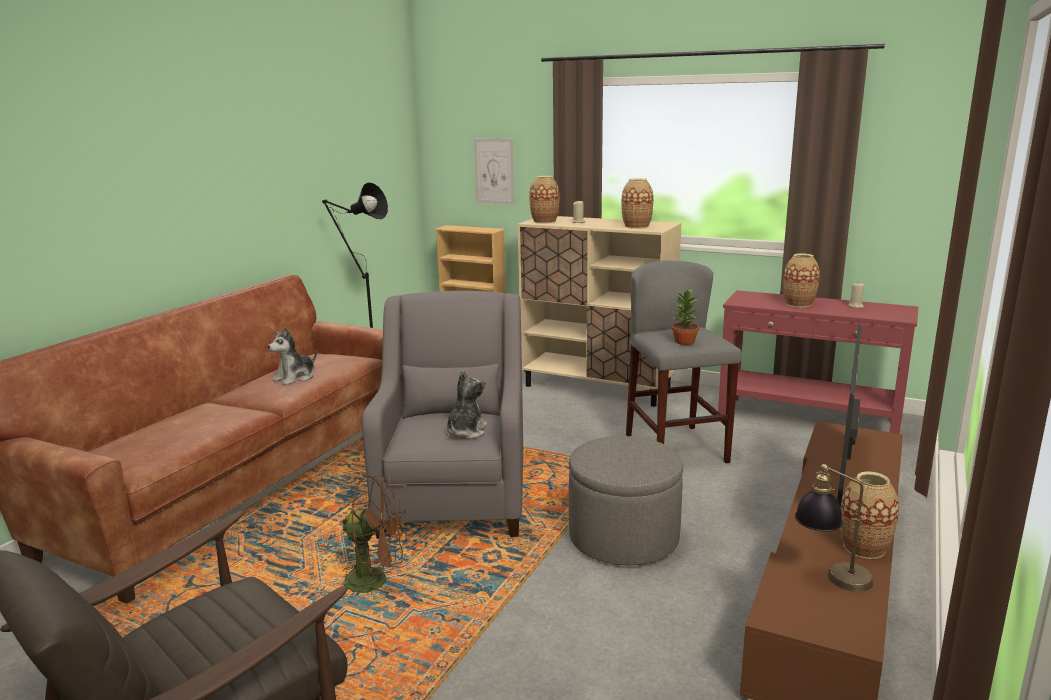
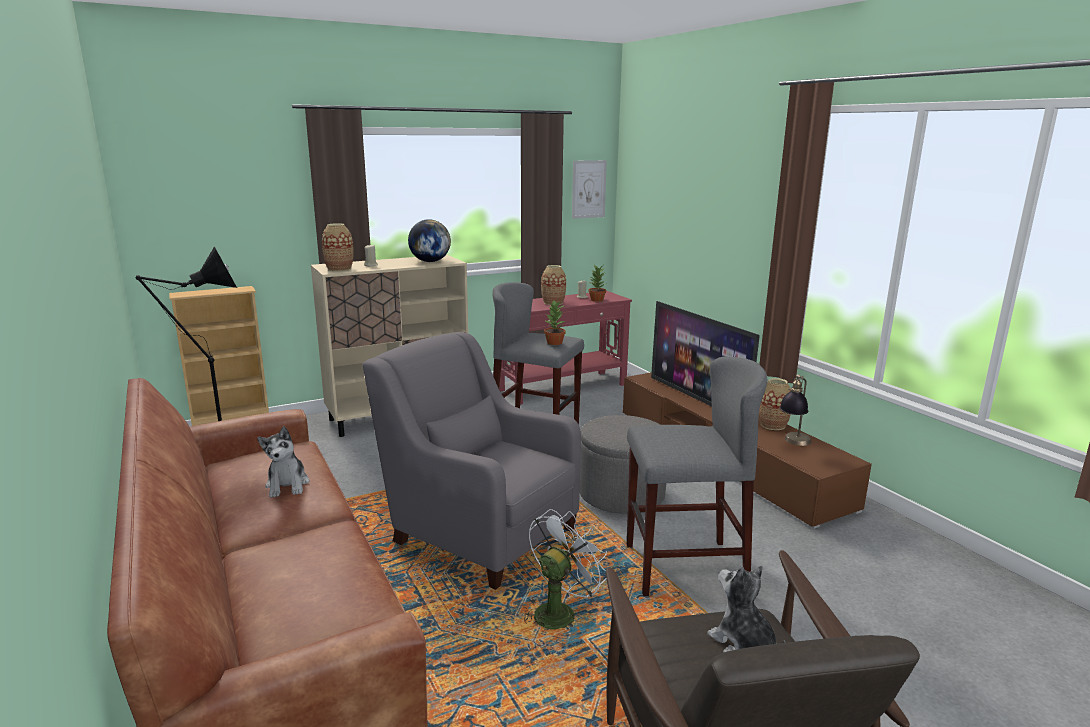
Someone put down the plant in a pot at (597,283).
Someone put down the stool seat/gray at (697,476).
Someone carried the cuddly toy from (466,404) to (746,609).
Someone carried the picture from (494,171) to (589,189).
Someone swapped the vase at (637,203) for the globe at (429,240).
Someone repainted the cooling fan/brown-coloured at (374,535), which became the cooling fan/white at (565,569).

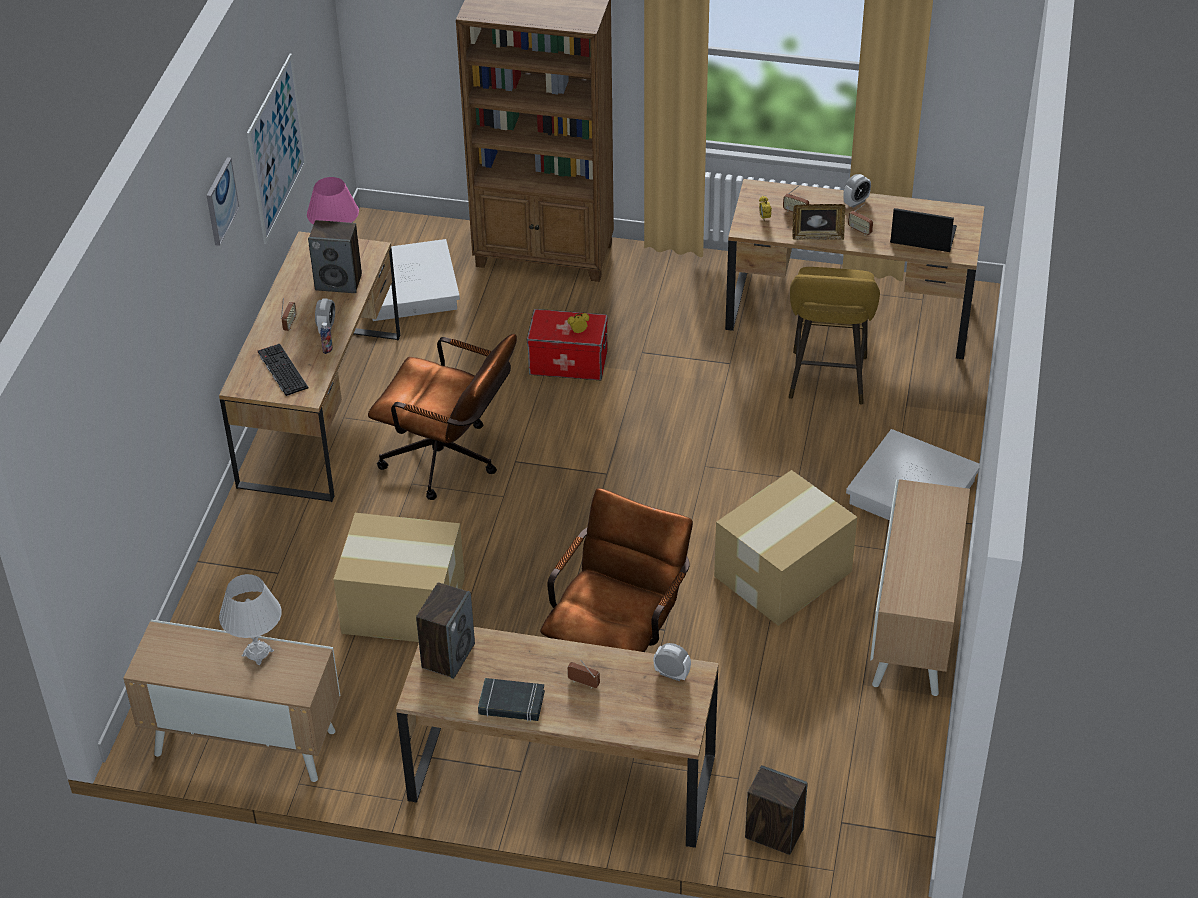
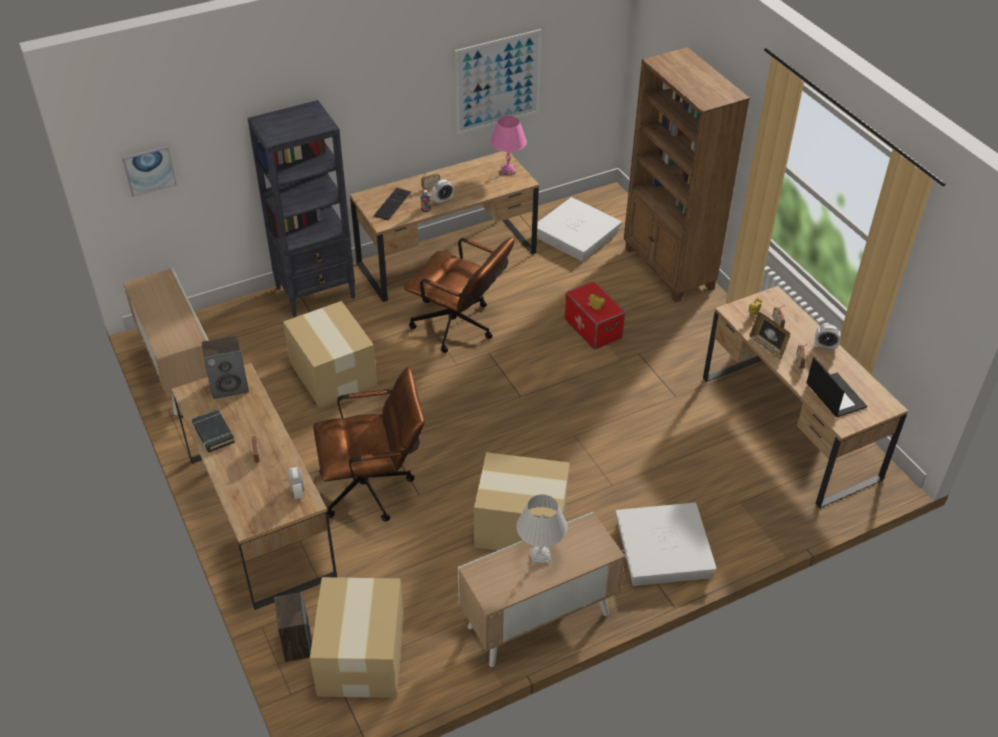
Someone took away the loudspeaker at (335,256).
Someone took away the stool seat/yellow at (834,335).
Someone put down the bookcase/blackish at (301,208).
Someone put down the packing box at (357,637).
Someone carried the picture from (222,201) to (149,171).
Someone carried the lamp for a table/white from (250,619) to (542,529).
Someone rotated the desk chair/brown-coloured at (442,417) by 45 degrees counterclockwise.

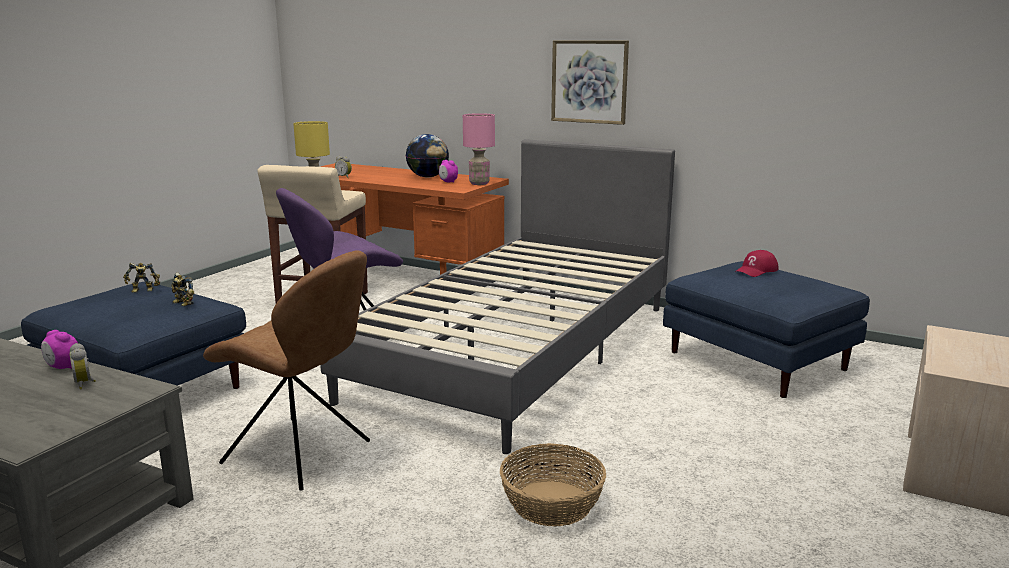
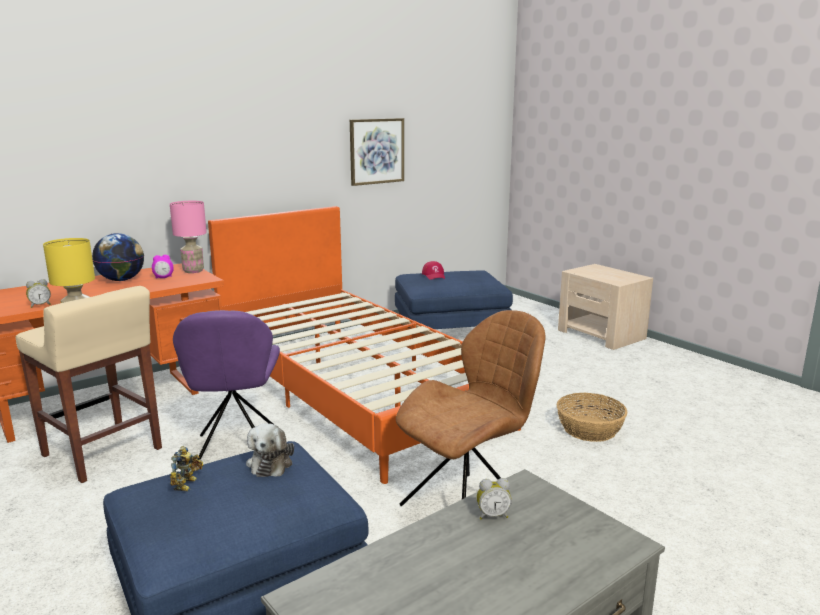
Someone took away the bedside clock at (59,349).
Someone carried the picture from (590,82) to (377,152).
Someone swapped the robot figure at (182,289) for the cuddly toy at (270,450).
Someone repainted the bed/gray at (497,296), which became the bed/orangey at (364,345).

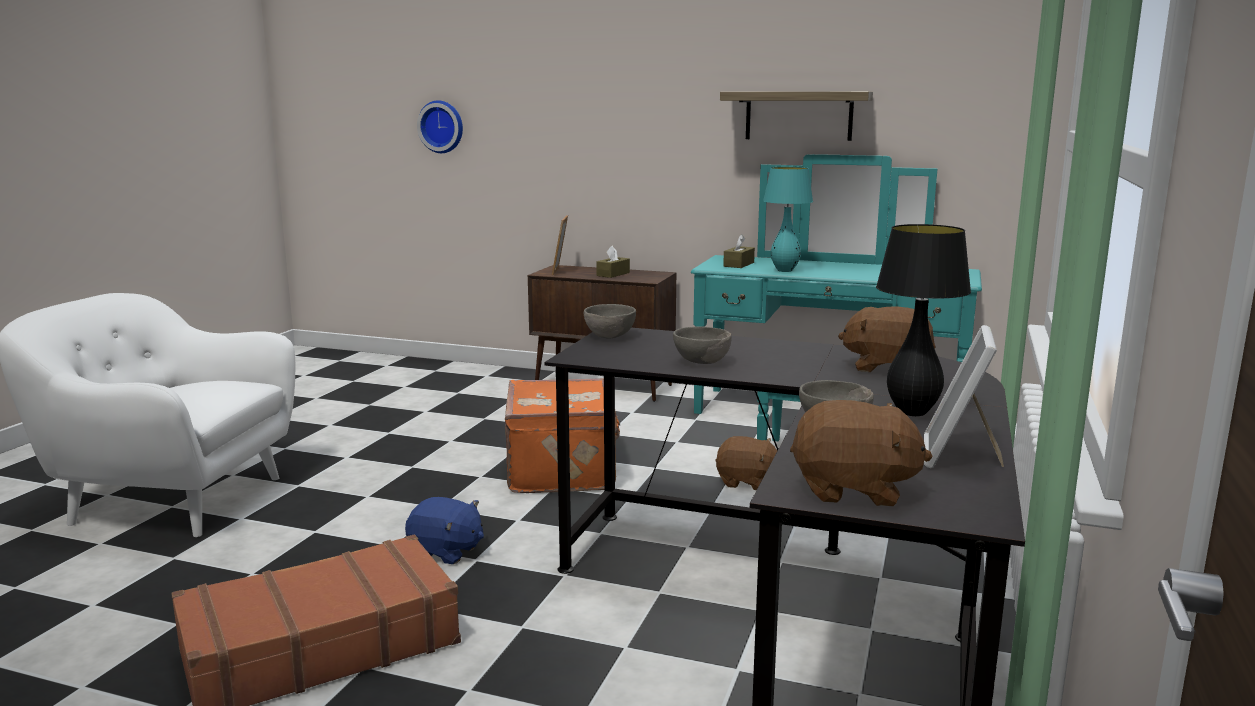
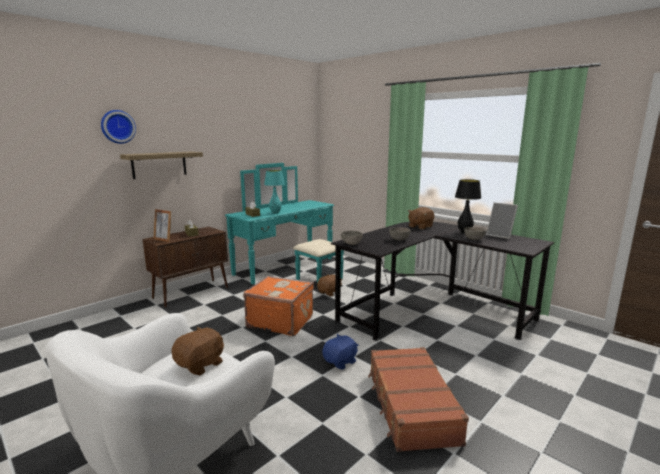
Someone carried the wall clock from (440,126) to (118,127).
Someone carried the bracket shelf from (796,116) to (161,165).
Someone carried the cuddly toy/brown-coloured from (861,453) to (198,350).

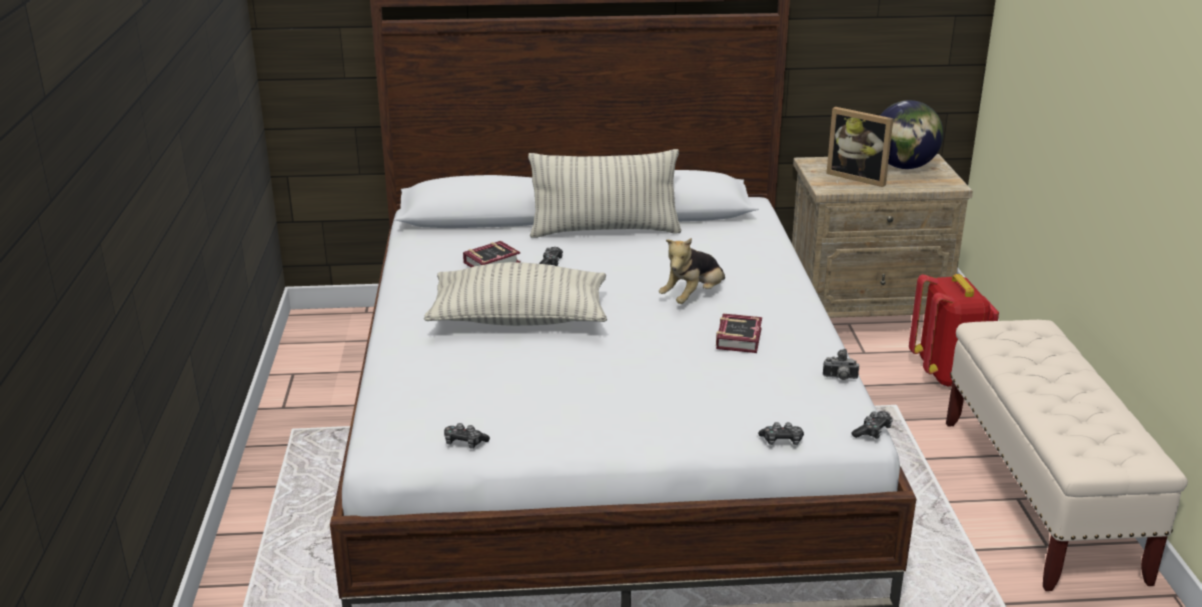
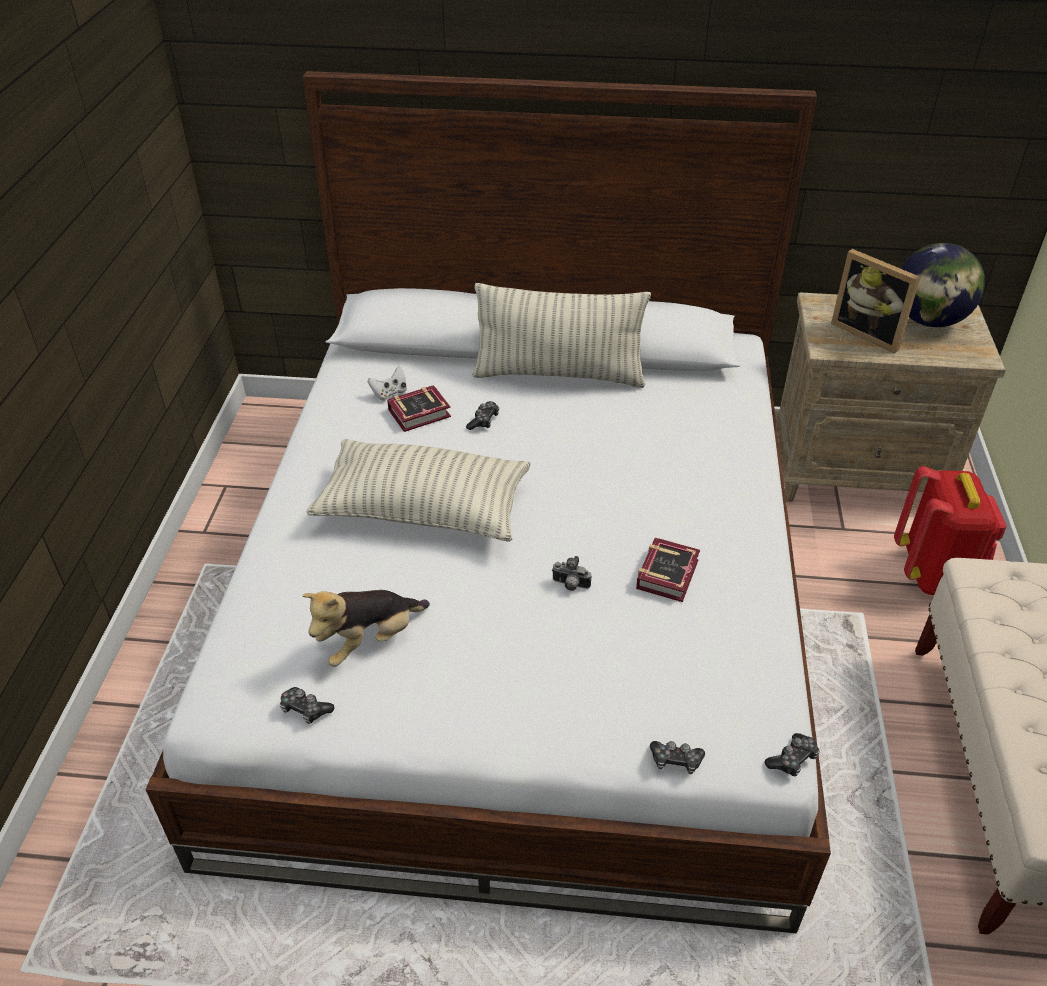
Someone put down the joypad/white at (387,383).
Someone carried the cuddly toy from (692,271) to (366,628).
Someone carried the photo camera from (841,364) to (571,573).

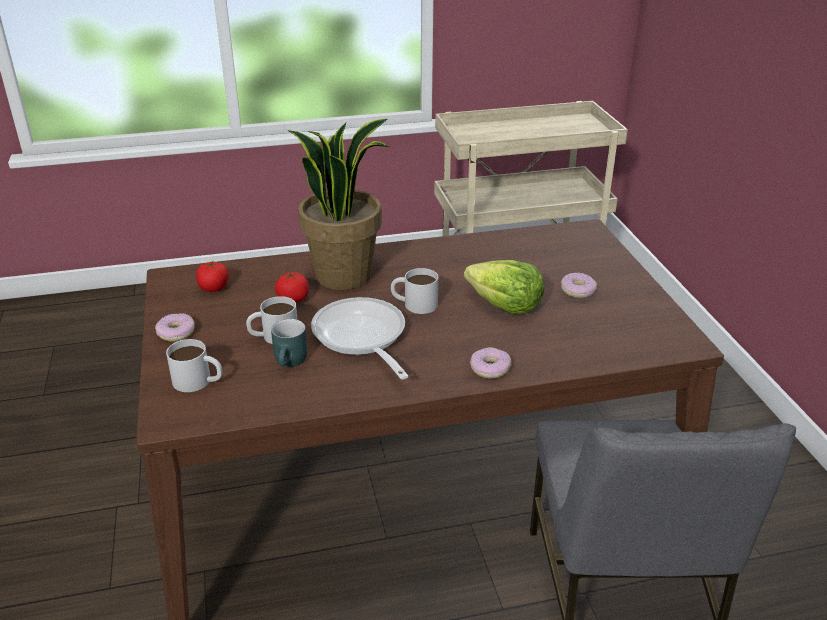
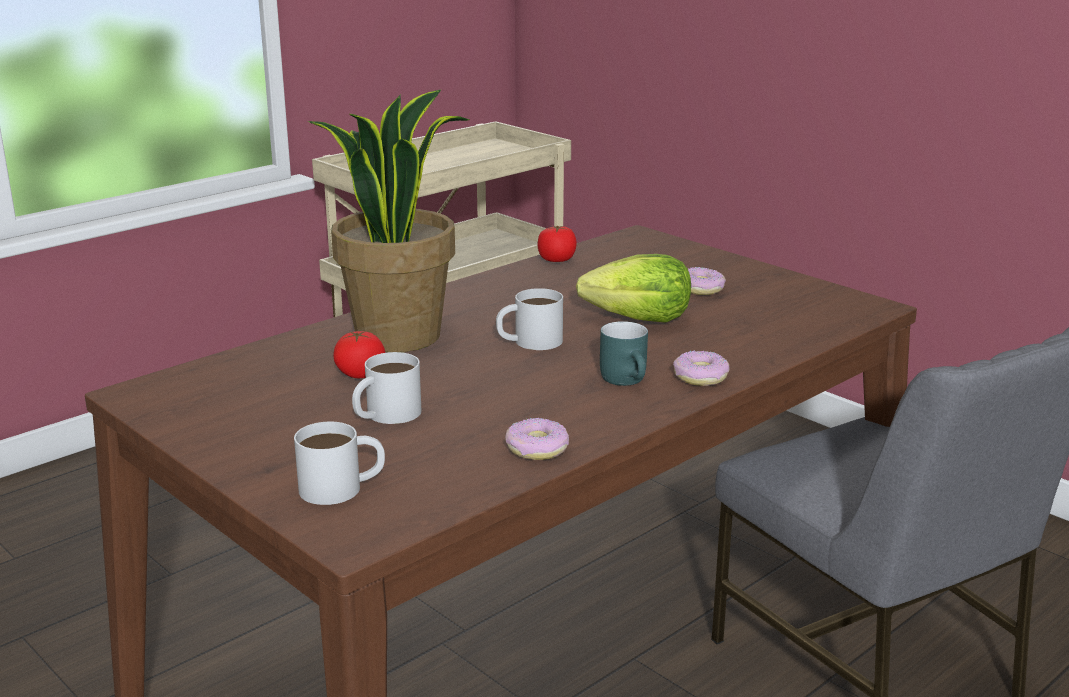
Someone took away the frying pan at (360,338).
Someone carried the donut from (175,327) to (537,439).
Someone carried the tomato from (212,276) to (557,244).
Someone carried the tea mug/turquoise-coloured from (289,343) to (624,353).

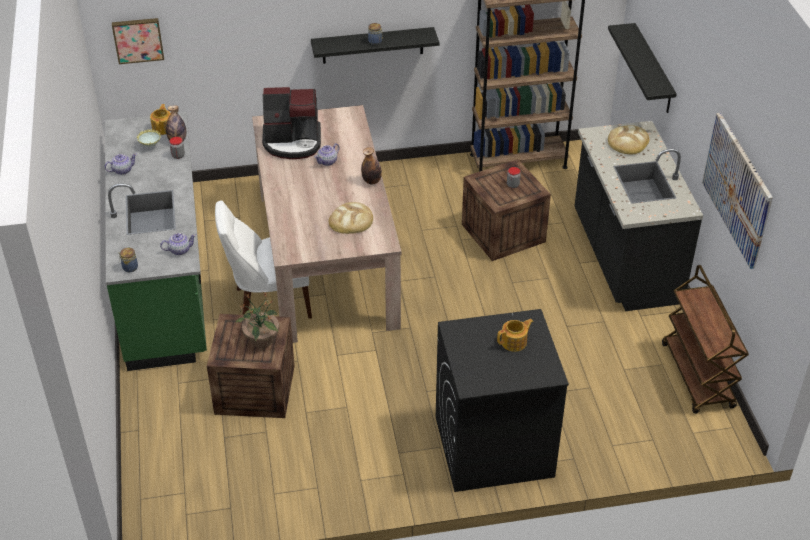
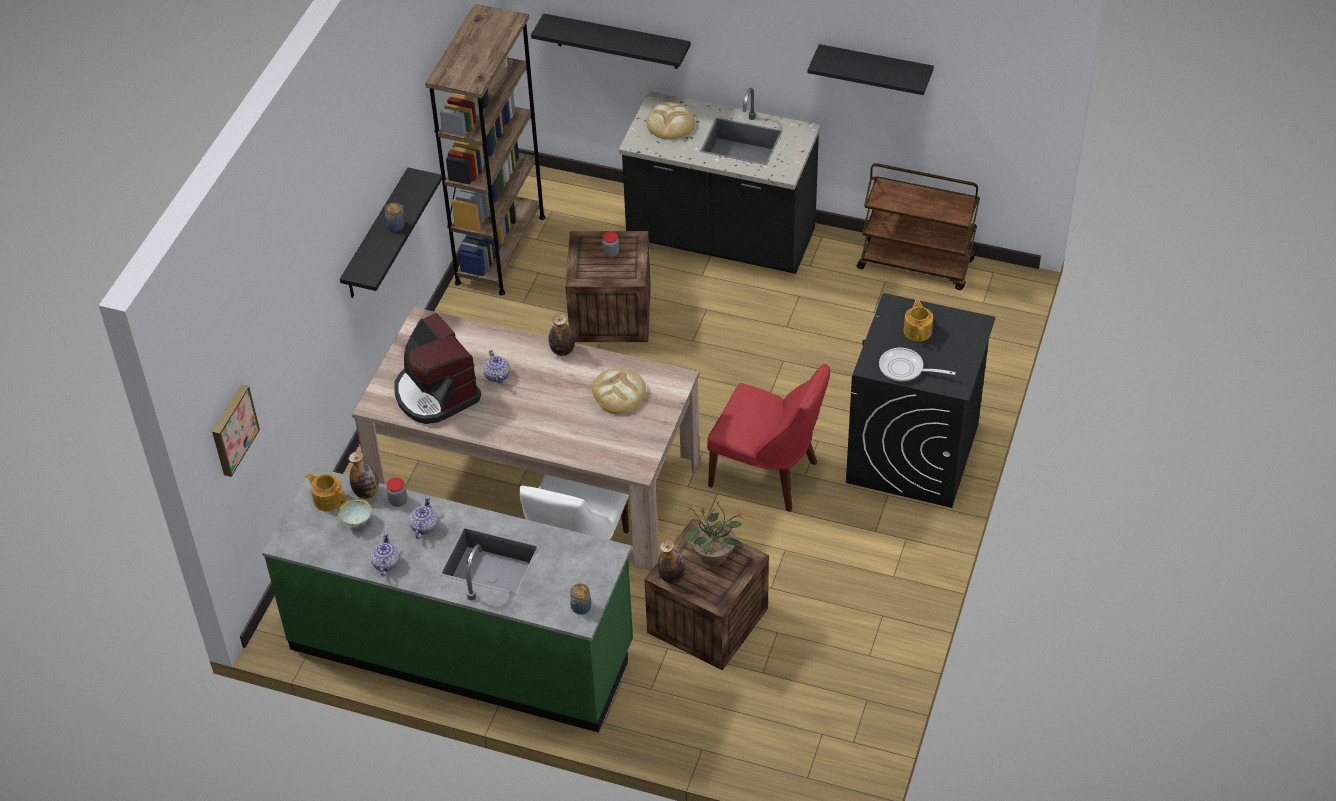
Someone put down the beverage bottle at (672,561).
Someone put down the plain chair/red-coloured at (768,438).
Someone put down the frying pan at (917,364).
Someone carried the tea pot from (178,244) to (423,517).
Someone swapped the picture at (737,191) for the bracket shelf/blackish at (870,69).
Someone rotated the coffee brewer at (291,123) by 120 degrees clockwise.

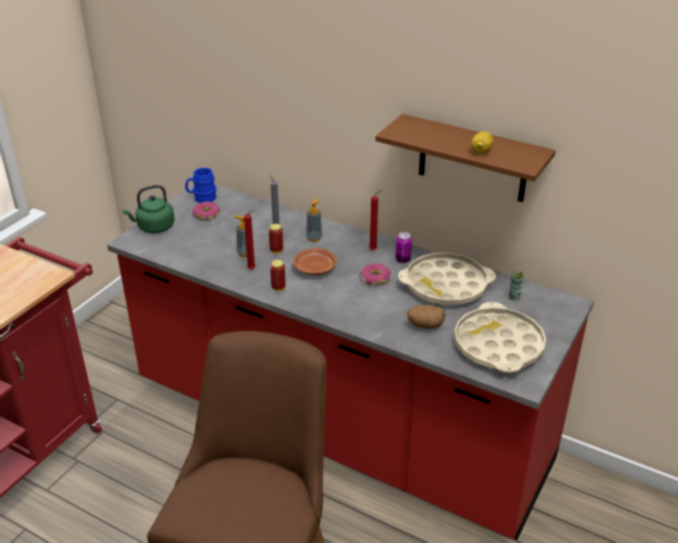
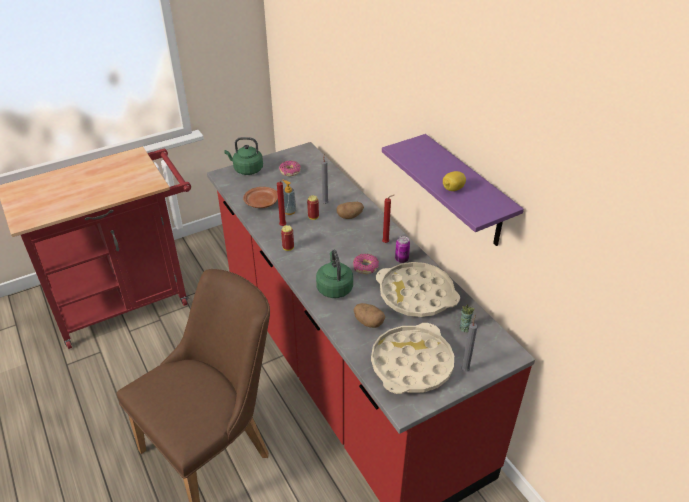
Someone took away the tea mug/blue at (201,185).
Someone put down the water kettle/green at (334,274).
Someone put down the wax candle/gray at (469,343).
Someone carried the flat dish/brown-coloured from (315,261) to (260,197).
Someone swapped the soap dispenser at (314,220) for the spud at (350,210).
Someone repainted the bracket shelf/brown-coloured at (465,158), which became the bracket shelf/purplish at (453,190).

